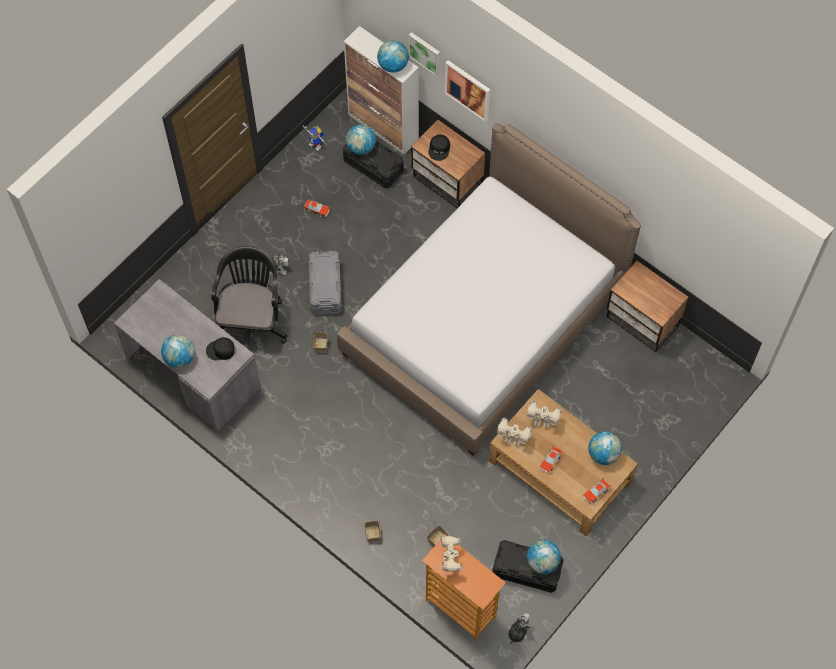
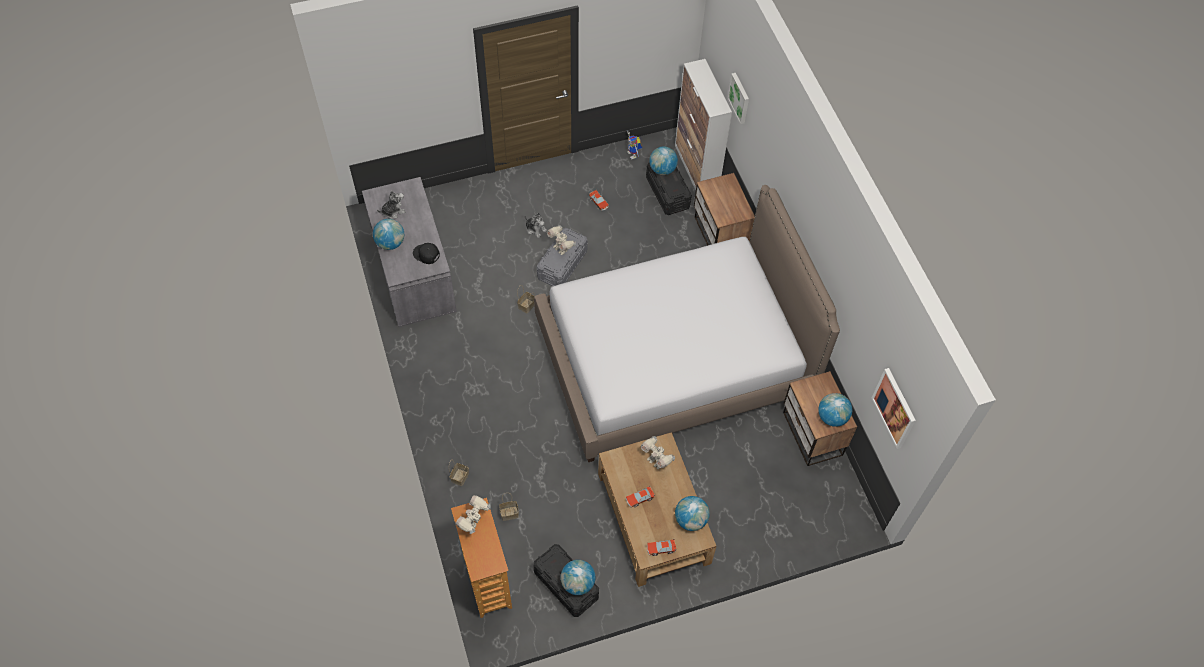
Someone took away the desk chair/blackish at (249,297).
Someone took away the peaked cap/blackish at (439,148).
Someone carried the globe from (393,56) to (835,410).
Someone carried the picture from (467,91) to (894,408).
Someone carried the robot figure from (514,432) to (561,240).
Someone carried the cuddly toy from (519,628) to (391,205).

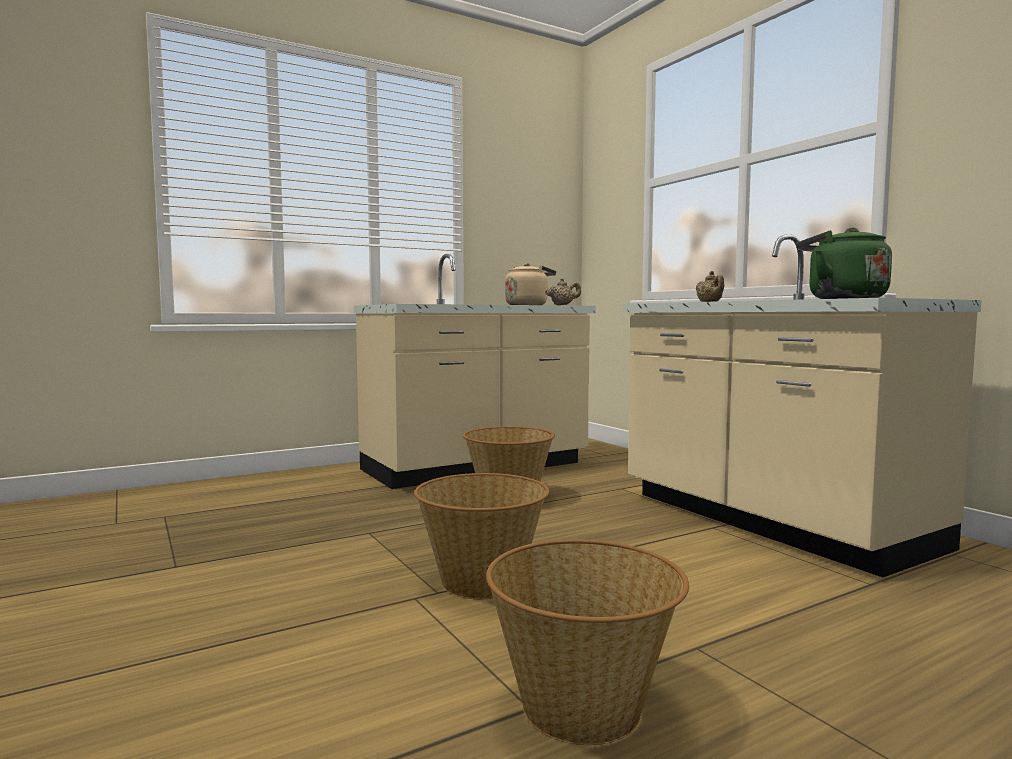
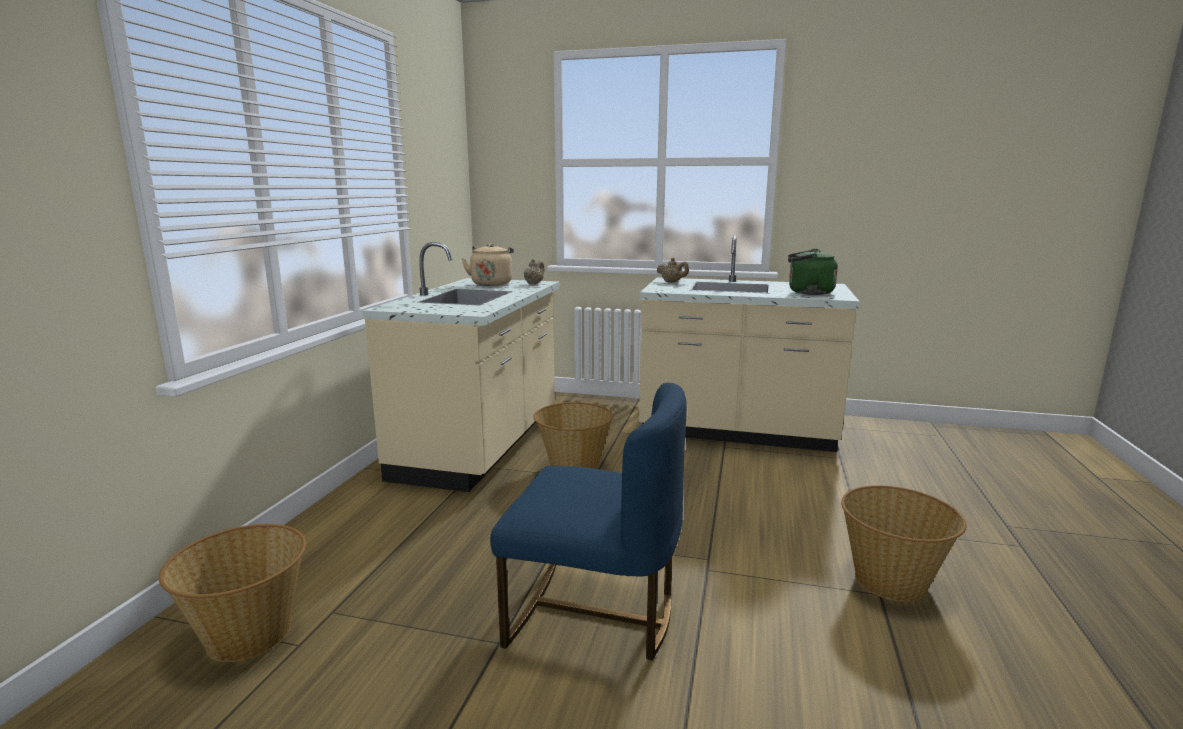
Someone put down the plain chair/blue at (588,521).
Someone carried the household basket from (481,536) to (232,593).

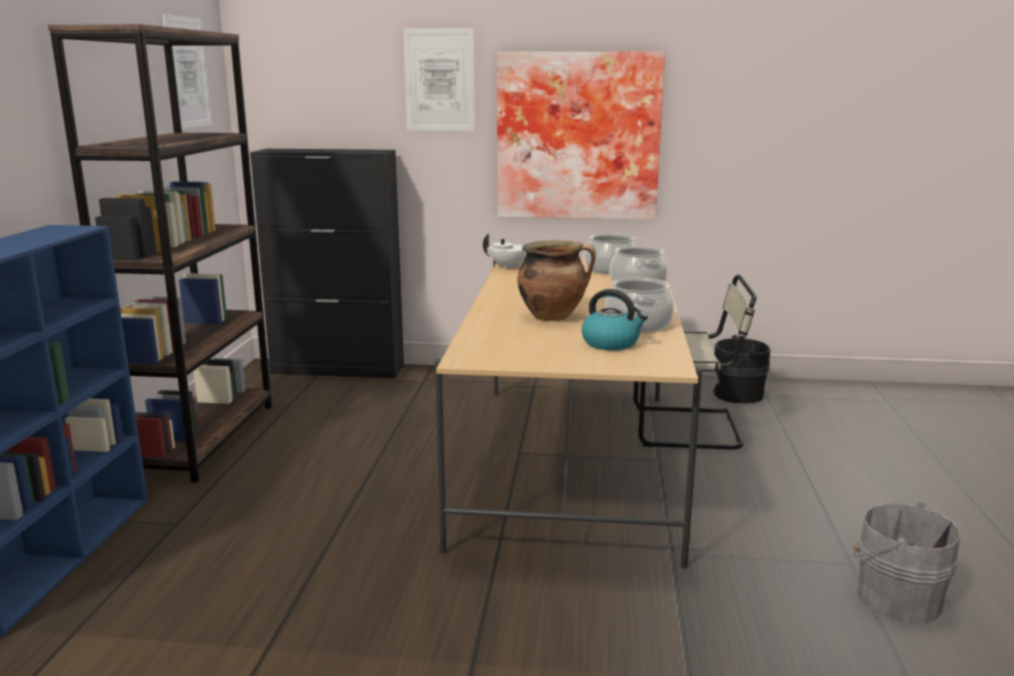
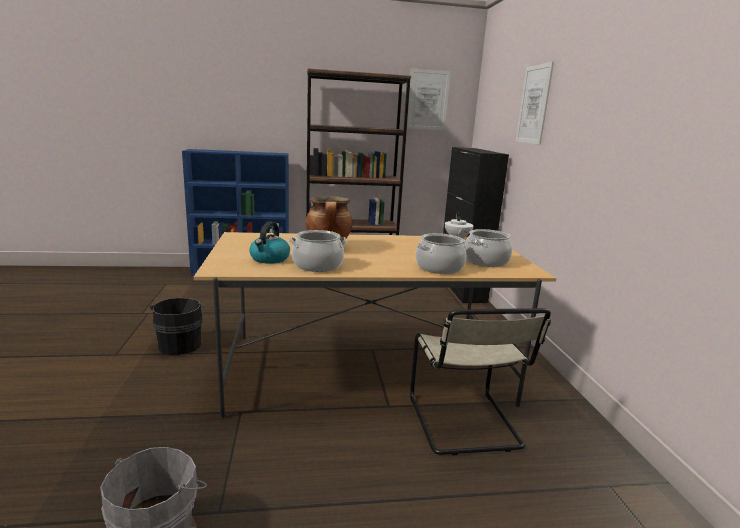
Someone took away the picture at (581,135).
Someone carried the pail/blackish from (742,369) to (177,326).

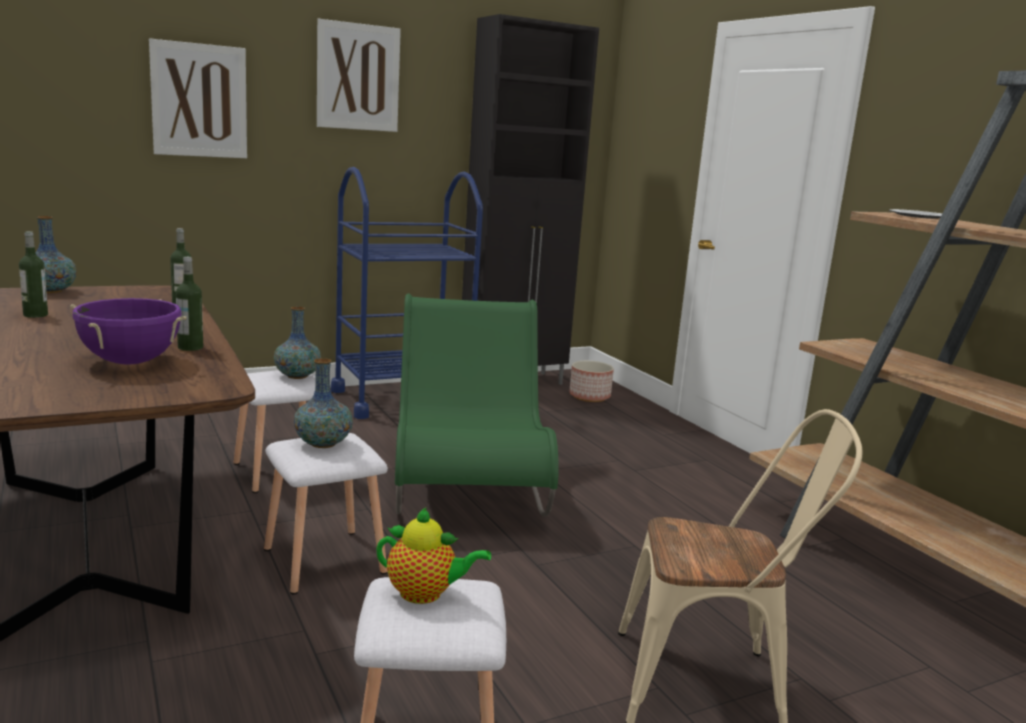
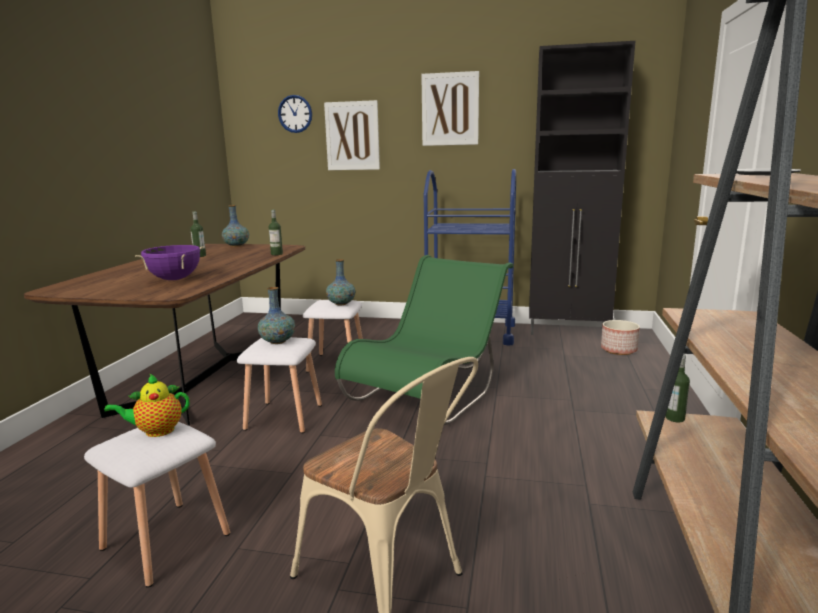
Someone put up the wall clock at (295,114).
Someone carried the beverage bottle from (189,304) to (678,388).
Someone rotated the tea pot at (433,555) by 105 degrees clockwise.

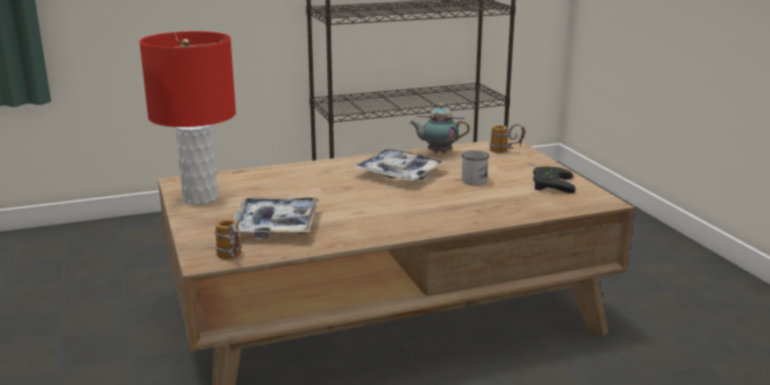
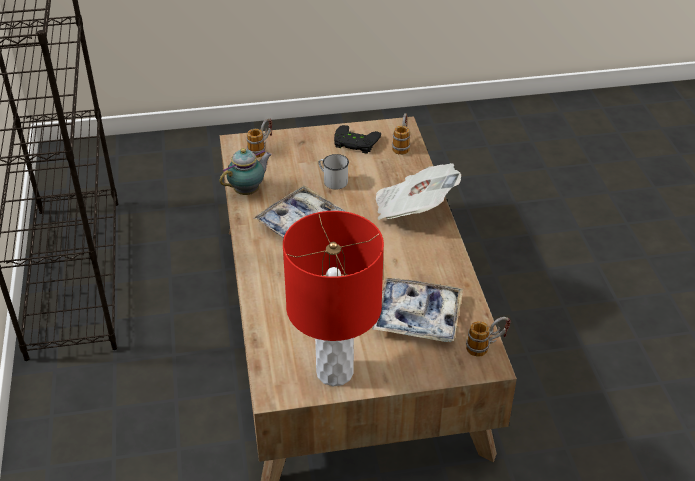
Someone put down the printed paper at (418,191).
Someone put down the tea mug at (401,134).
Someone rotated the tea pot at (439,129) by 150 degrees counterclockwise.

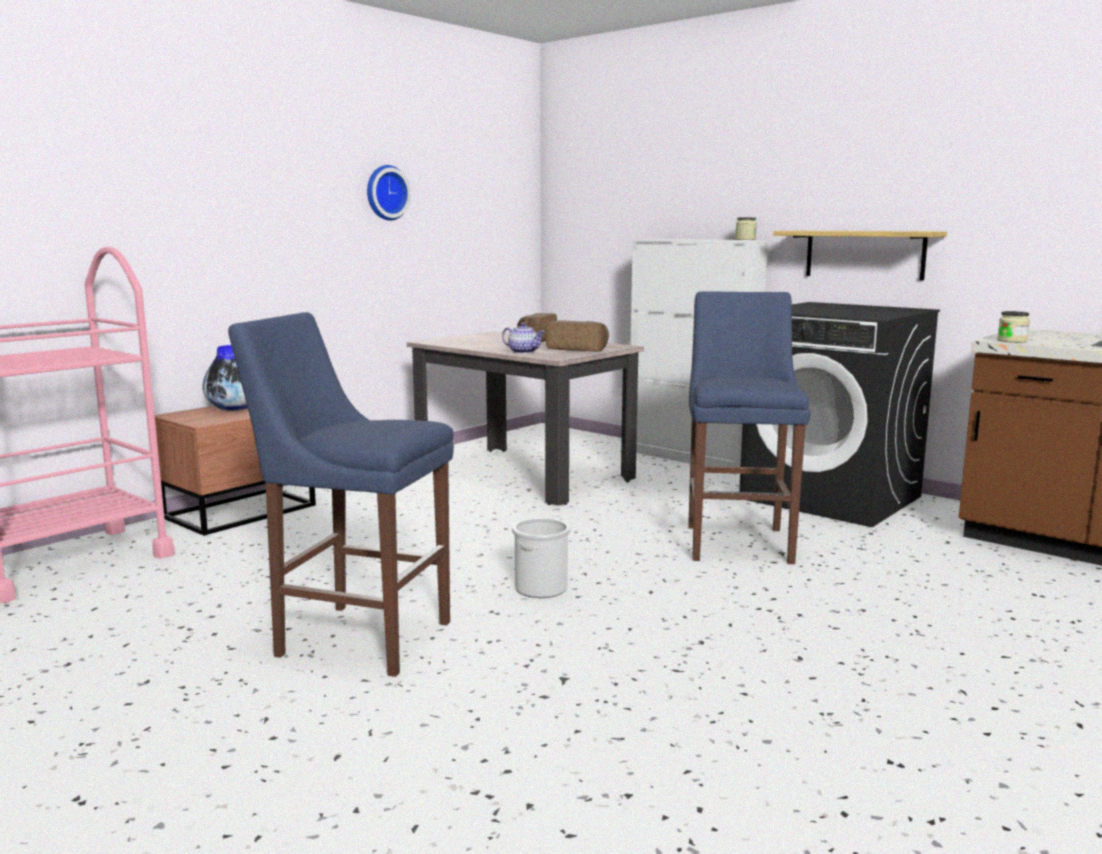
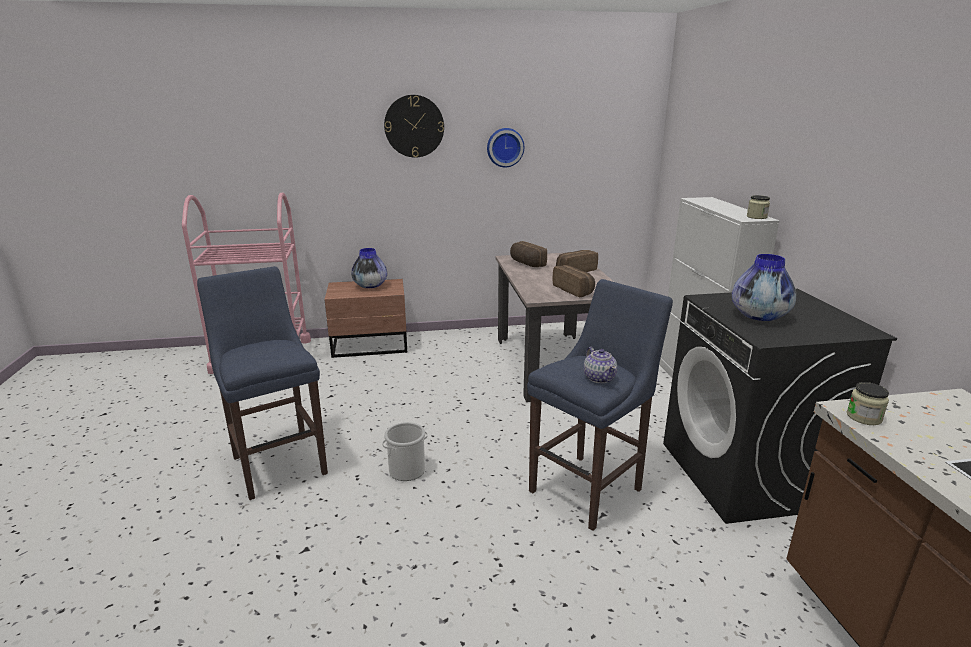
Someone took away the bracket shelf at (860,255).
Someone put up the wall clock at (414,126).
Someone put down the bread at (528,254).
Someone put down the vase at (764,287).
Someone carried the tea pot from (523,338) to (600,365).

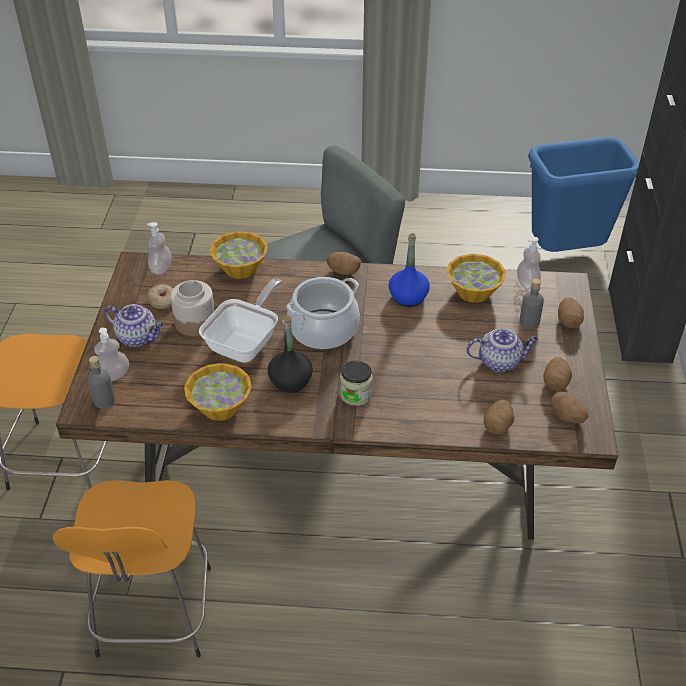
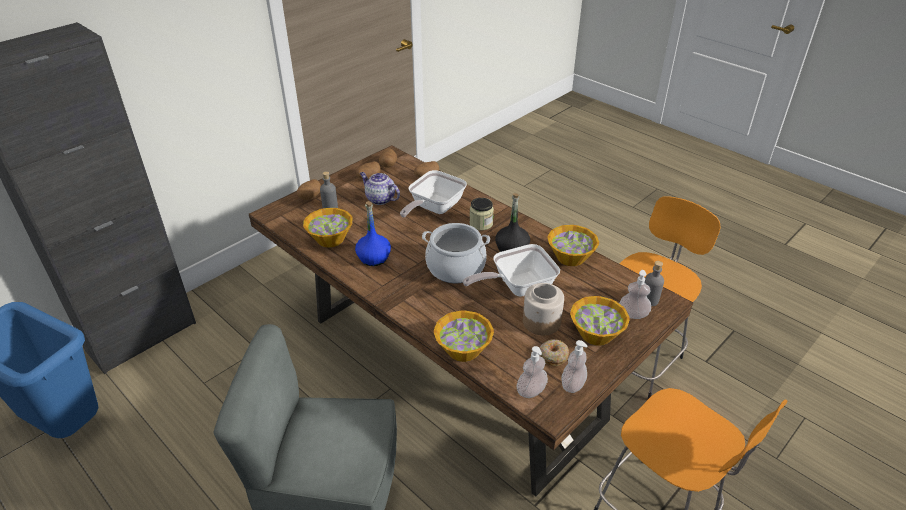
Someone took away the spud at (343,263).
Someone put down the frying pan at (433,193).
Someone carried the soap dispenser from (529,263) to (574,366).
Someone swapped the tea pot at (133,325) for the deep dish at (600,321).

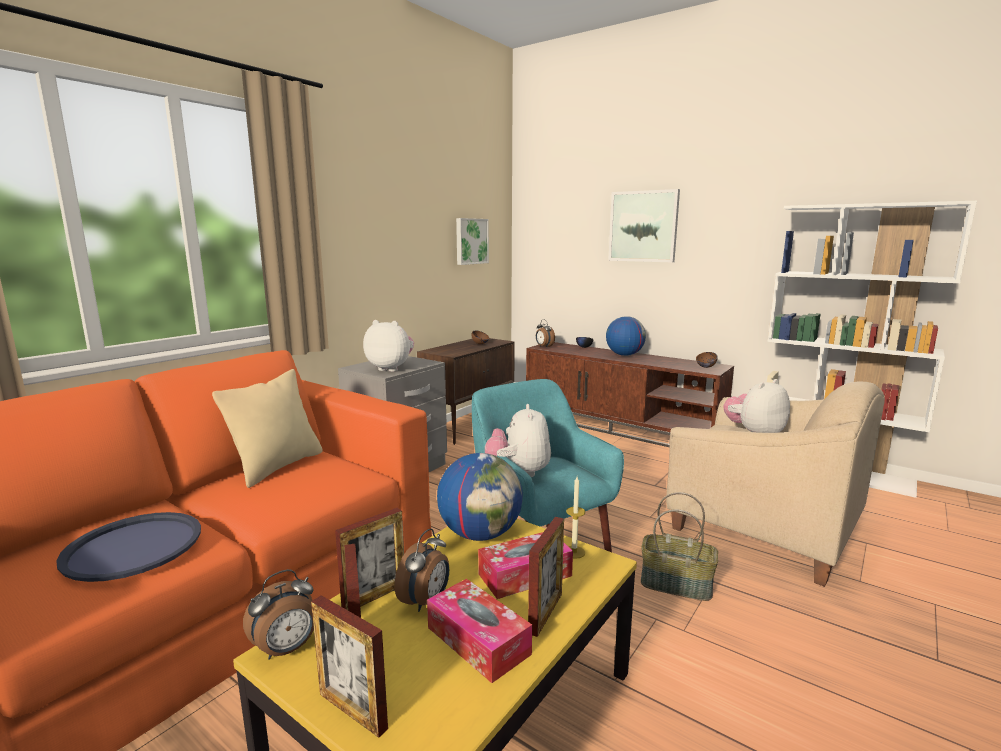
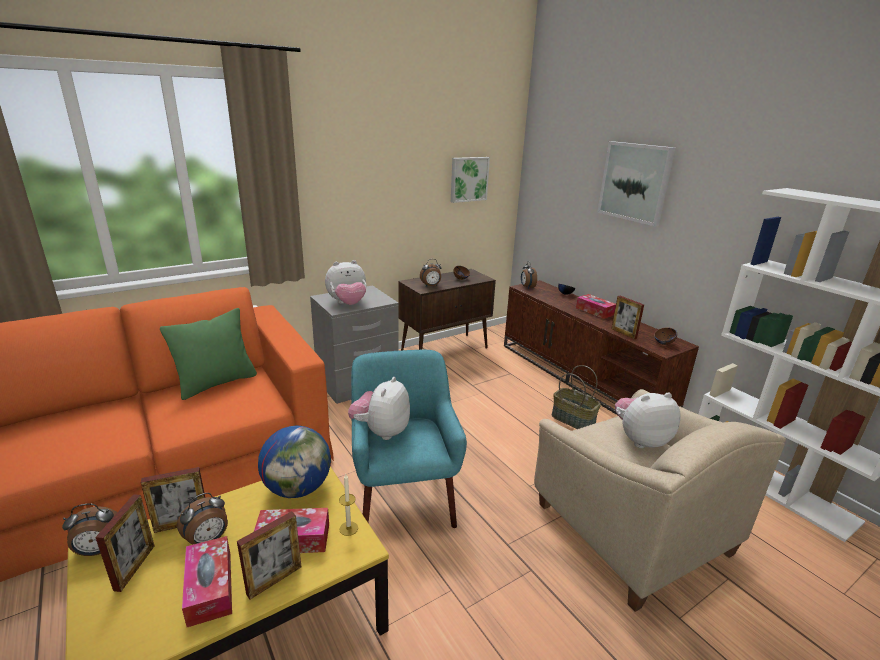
Someone took away the carrying tray/blue at (128,547).
Someone put down the bedside clock at (431,272).
Someone carried the picture frame from (349,666) to (627,317).
Someone carried the household basket from (679,546) to (576,397).
Someone swapped the globe at (626,336) for the box of tissues at (596,306).
Someone repainted the pillow/beige at (267,428), which became the pillow/green at (208,354).
Someone rotated the cuddly toy at (388,346) by 120 degrees clockwise.

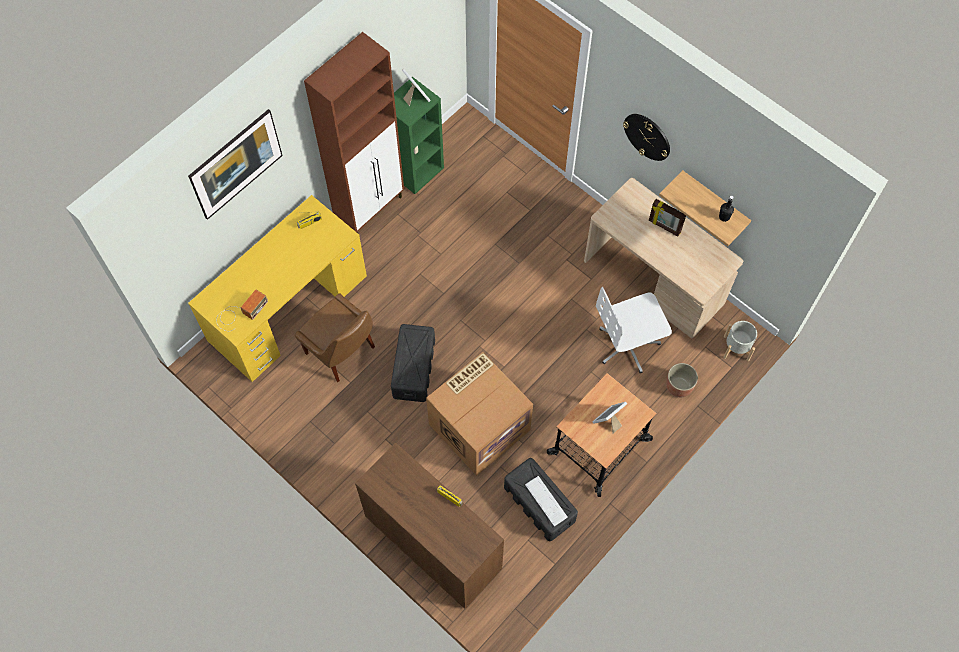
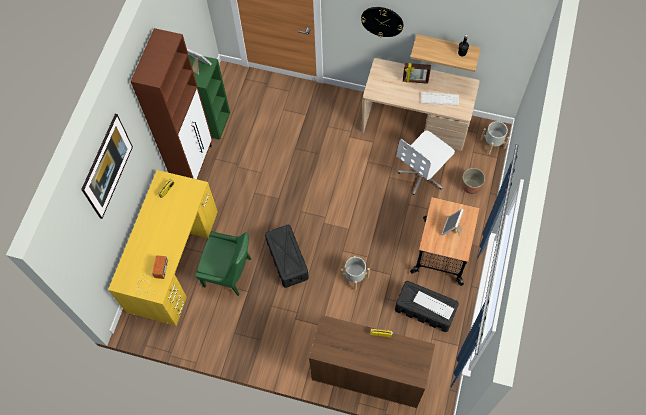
Someone put down the computer keyboard at (440,99).
Someone swapped the packing box at (479,414) for the planter/gray at (355,273).
Someone repainted the plain chair/brown-coloured at (335,337), which became the plain chair/green at (223,263).

